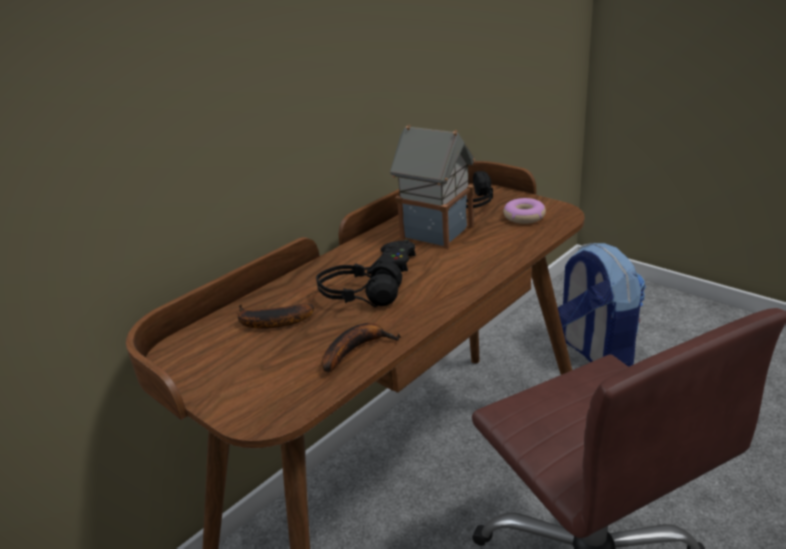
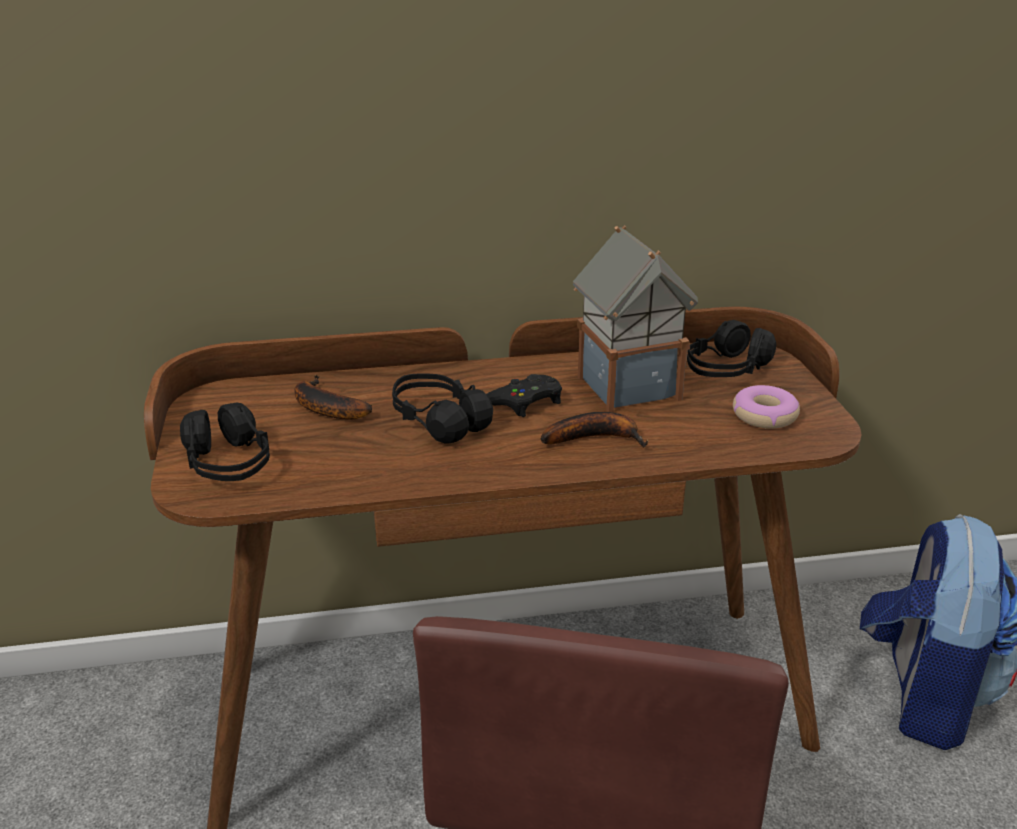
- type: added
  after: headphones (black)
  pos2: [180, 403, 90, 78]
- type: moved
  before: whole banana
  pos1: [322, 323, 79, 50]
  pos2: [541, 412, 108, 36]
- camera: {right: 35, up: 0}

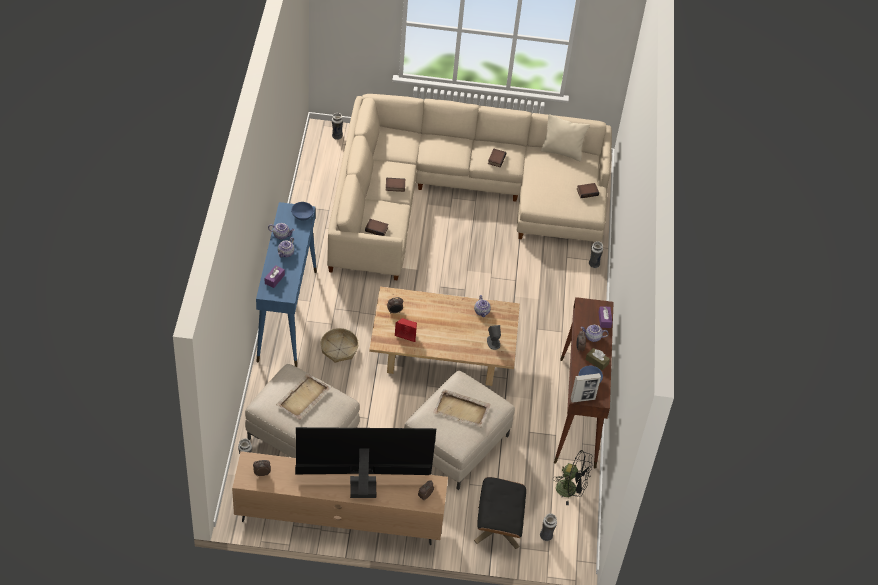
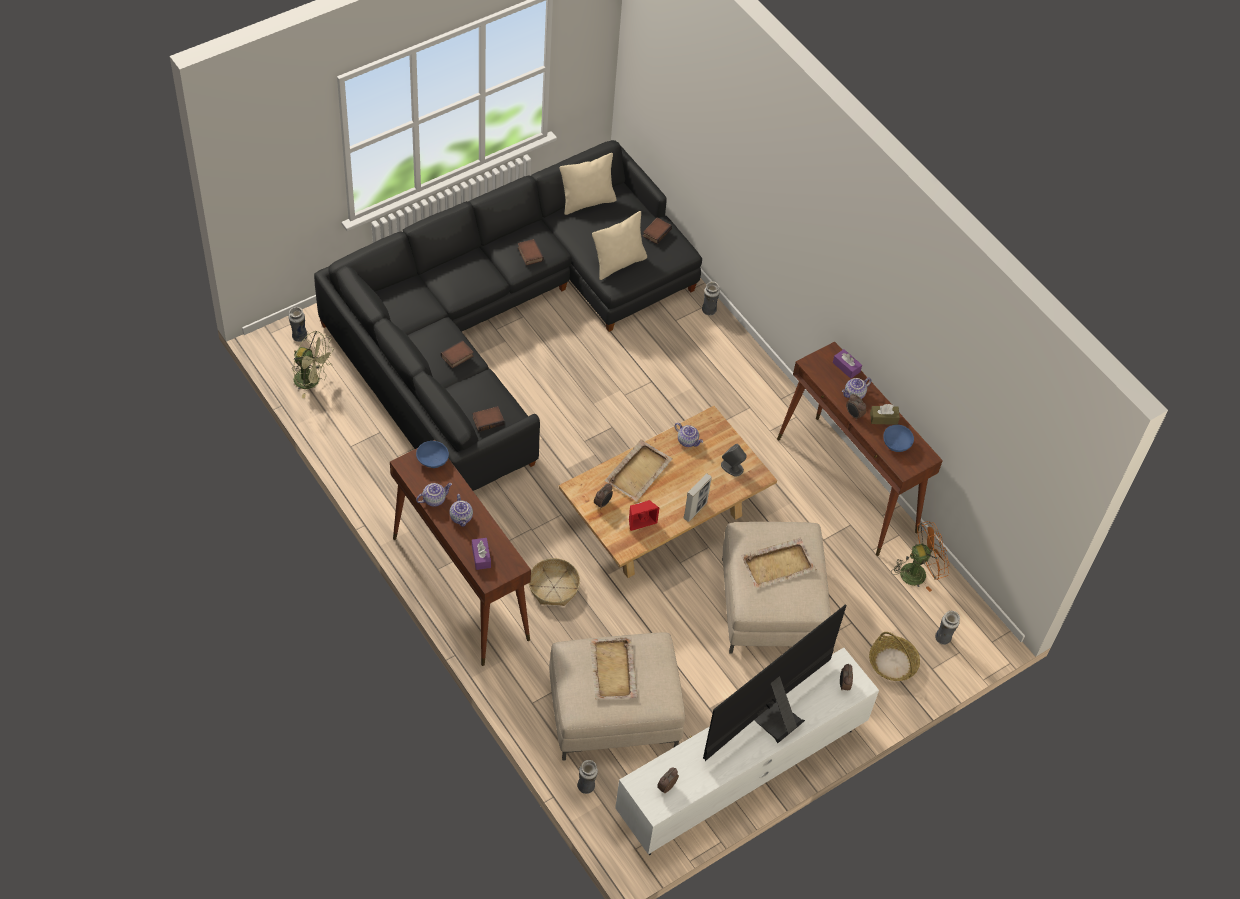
- type: added
  after: fan (green-coloured)
  pos2: [292, 331, 41, 67]
- type: added
  after: cushion (sand-coloured)
  pos2: [592, 211, 55, 69]
- type: added
  after: carrying tray (sand-coloured)
  pos2: [605, 439, 67, 63]
- type: moved
  before: standing frame
  pos1: [571, 373, 30, 30]
  pos2: [683, 473, 29, 49]
- type: replaced
  before: pouffe (black)
  after: storage basket
  pos1: [474, 477, 52, 72]
  pos2: [869, 632, 51, 49]
- type: recoloured
  before: media console (brown)
  after: media console (whitish)
  pos1: [232, 451, 216, 94]
  pos2: [615, 648, 264, 207]
- type: recoloured
  before: hall table (bluish)
  after: hall table (brown)
  pos1: [256, 202, 61, 165]
  pos2: [390, 440, 141, 226]
- type: recoloured
  before: sofa (sand-coloured)
  after: sofa (black)
  pos1: [327, 94, 285, 187]
  pos2: [314, 140, 388, 351]
- type: recoloured
  before: fan (black)
  after: fan (orange)
  pos1: [552, 450, 41, 55]
  pos2: [891, 521, 58, 71]
- camera: {right: -40, up: 5}

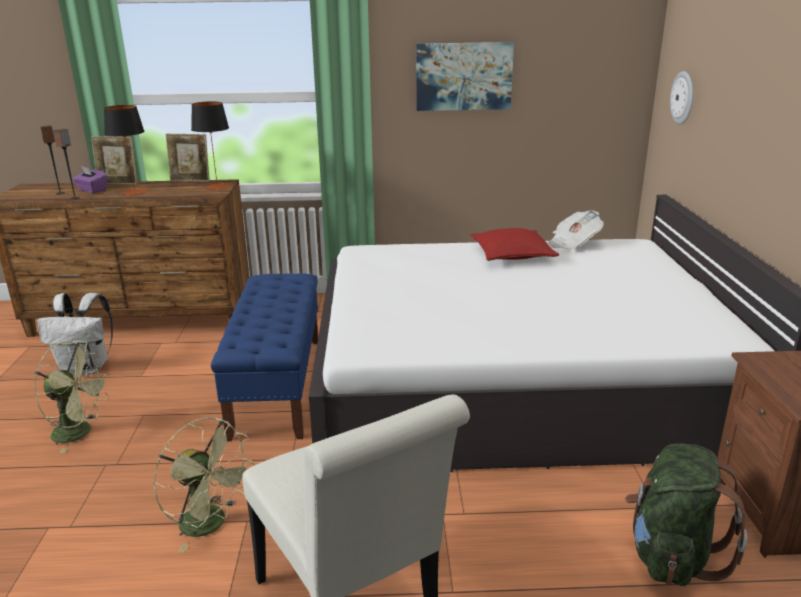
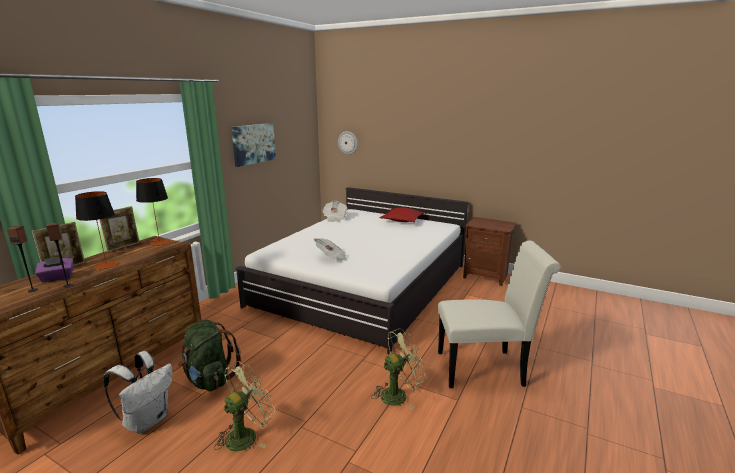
- type: removed
  before: indoor bench (bluish)
  pos1: [211, 273, 107, 168]
- type: added
  after: printed paper
  pos2: [314, 238, 33, 23]
- type: moved
  before: cushion (red)
  pos1: [470, 228, 90, 33]
  pos2: [380, 207, 45, 15]
- type: moved
  before: backpack (green-coloured)
  pos1: [625, 444, 122, 142]
  pos2: [178, 320, 63, 71]
- camera: {right: -60, up: -5}

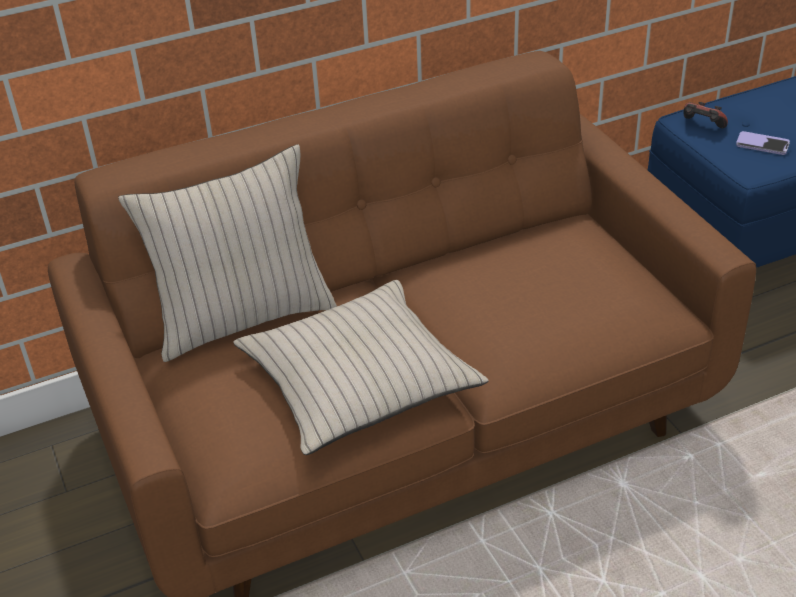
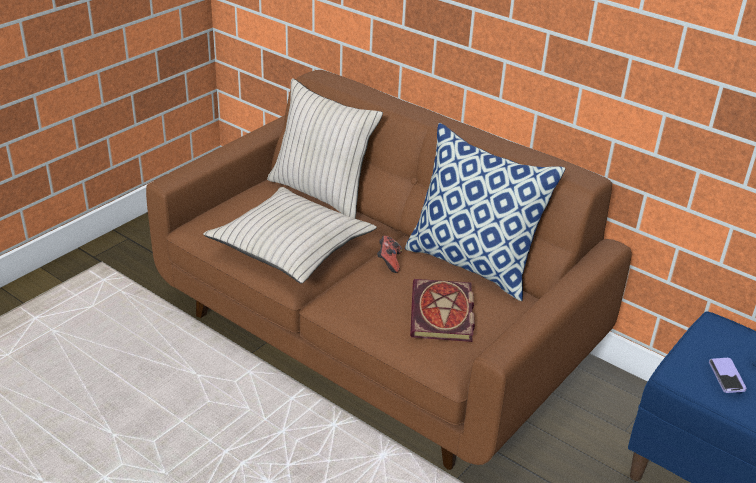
- type: added
  after: cushion
  pos2: [405, 123, 160, 178]
- type: added
  after: book
  pos2: [410, 279, 65, 63]
- type: moved
  before: gamepad
  pos1: [684, 102, 44, 26]
  pos2: [377, 236, 25, 37]
- camera: {right: 60, up: -5}

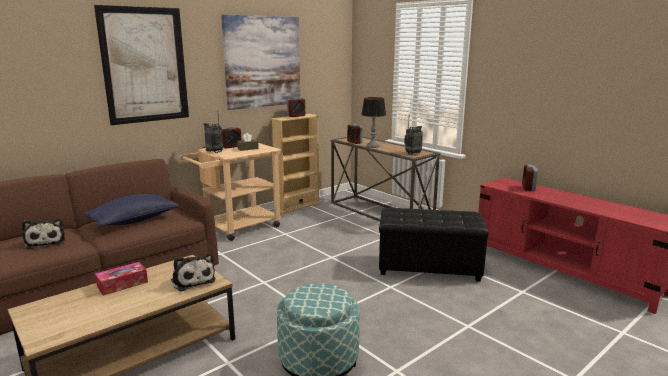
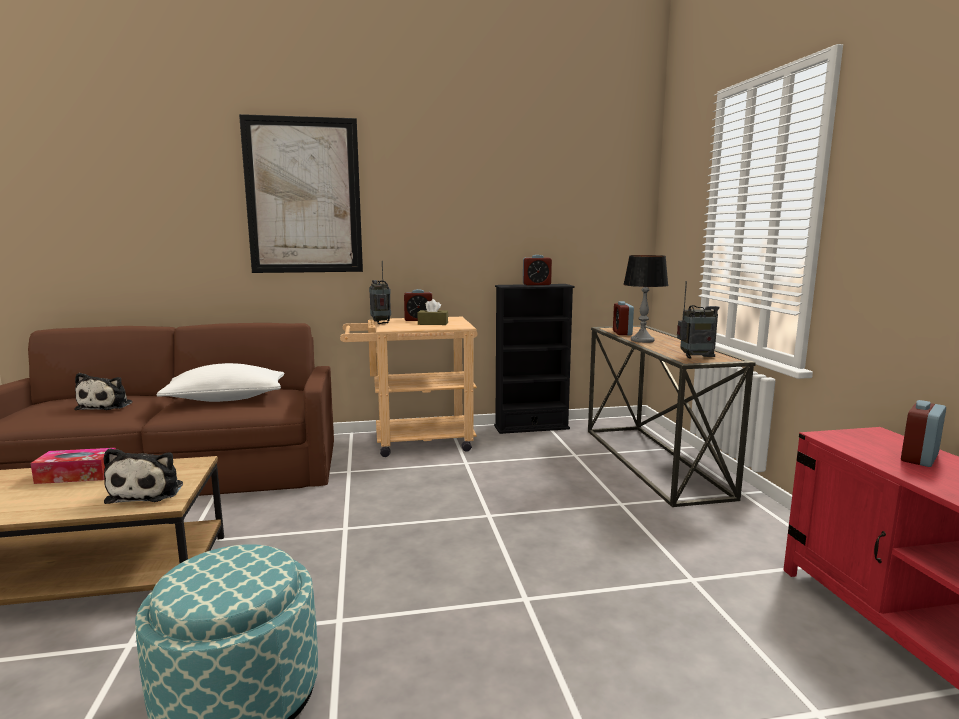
- type: removed
  before: picture
  pos1: [221, 14, 79, 96]
- type: removed
  before: pouffe (black)
  pos1: [379, 208, 110, 74]
- type: recoloured
  before: cushion (bluish)
  after: cushion (whitish)
  pos1: [84, 194, 96, 33]
  pos2: [157, 363, 127, 39]
- type: recoloured
  before: shelving unit (sand-coloured)
  after: shelving unit (black)
  pos1: [271, 114, 49, 99]
  pos2: [494, 284, 81, 150]
- camera: {right: 30, up: -5}

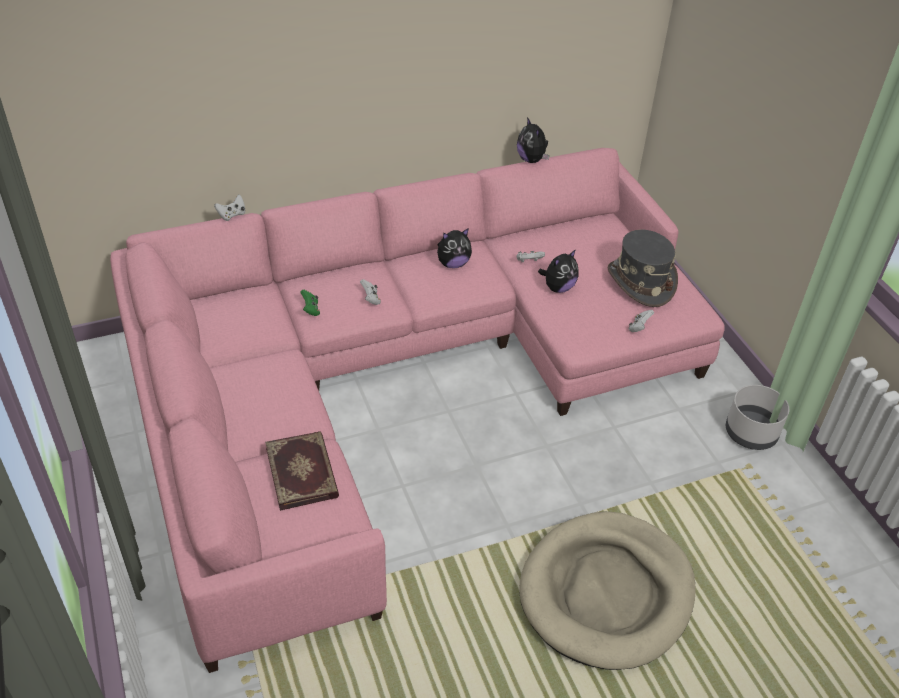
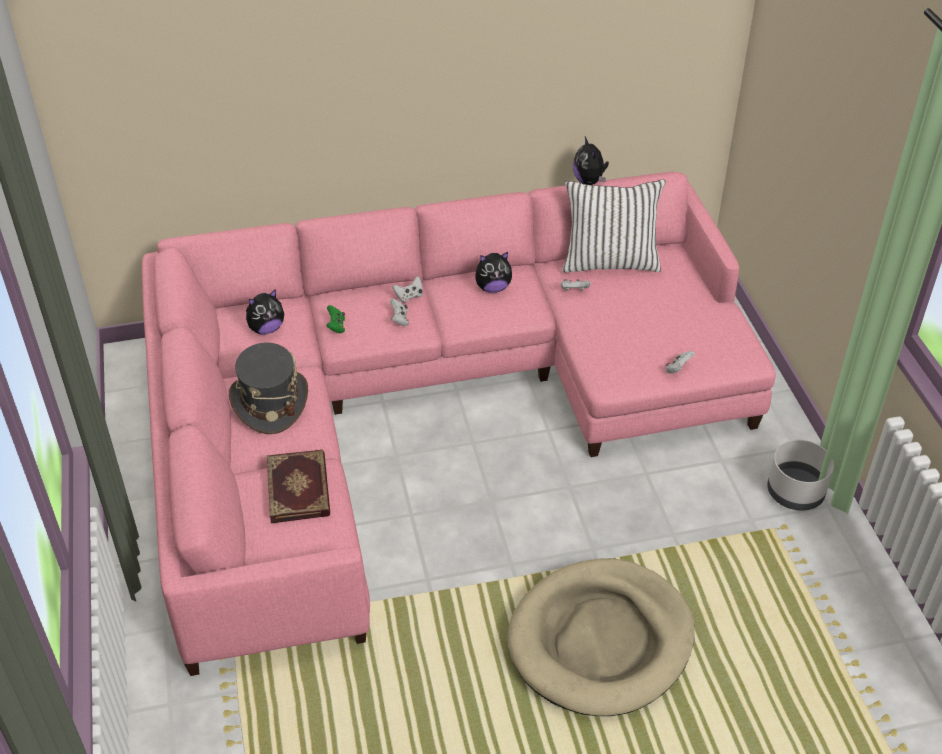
- type: added
  after: cushion (whitish)
  pos2: [562, 180, 104, 92]
- type: moved
  before: gamepad (whitish)
  pos1: [214, 194, 32, 27]
  pos2: [393, 276, 30, 27]
- type: moved
  before: cuddly toy
  pos1: [538, 249, 41, 44]
  pos2: [246, 289, 38, 45]
- type: moved
  before: hat (greyish)
  pos1: [607, 229, 71, 78]
  pos2: [229, 342, 79, 92]
- camera: {right: 10, up: 0}

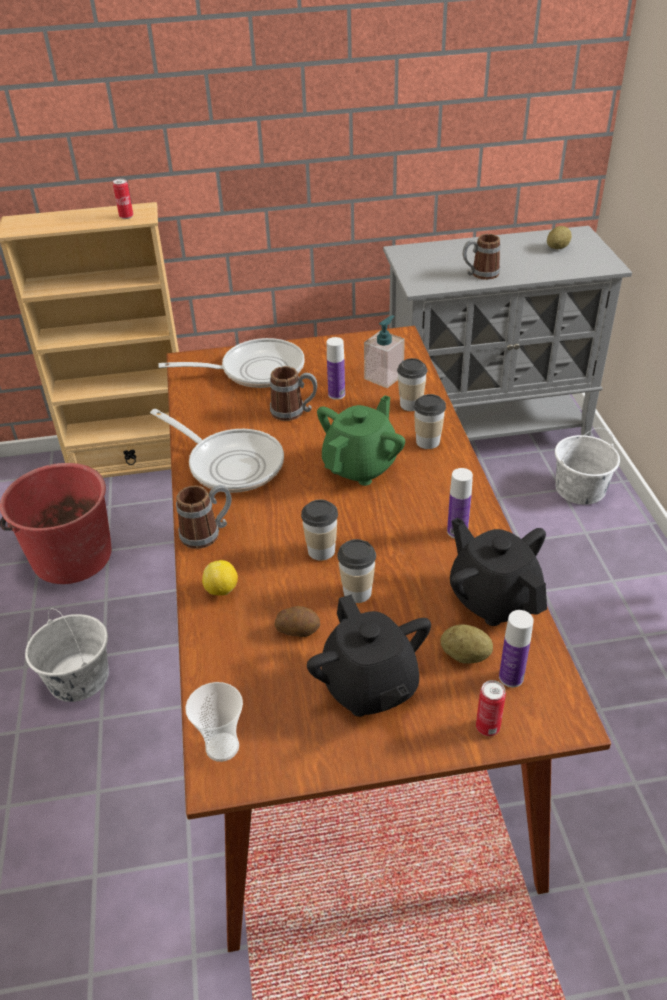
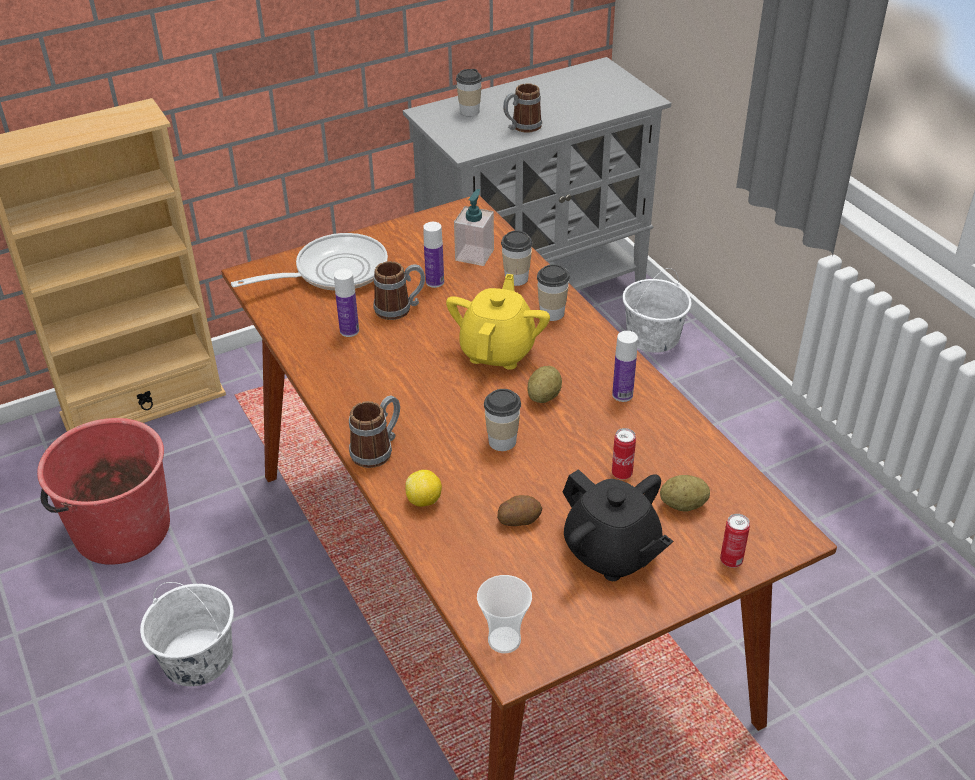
- type: removed
  before: frying pan
  pos1: [150, 409, 134, 84]
- type: removed
  before: pot for tea (black)
  pos1: [450, 517, 97, 109]
- type: moved
  before: can
  pos1: [113, 179, 20, 40]
  pos2: [612, 428, 24, 52]
- type: moved
  before: small cup
  pos1: [337, 539, 39, 64]
  pos2: [456, 69, 26, 47]
- type: moved
  before: bottle
  pos1: [499, 610, 35, 78]
  pos2: [334, 269, 25, 68]
- type: moved
  before: whole potato
  pos1: [547, 226, 25, 23]
  pos2: [527, 366, 35, 37]
- type: recoloured
  before: pot for tea (green-coloured)
  after: pot for tea (yellowish)
  pos1: [317, 395, 88, 91]
  pos2: [446, 274, 104, 96]
- camera: {right: -20, up: 0}

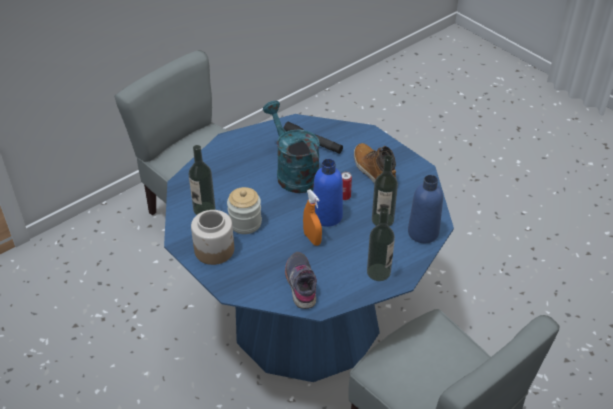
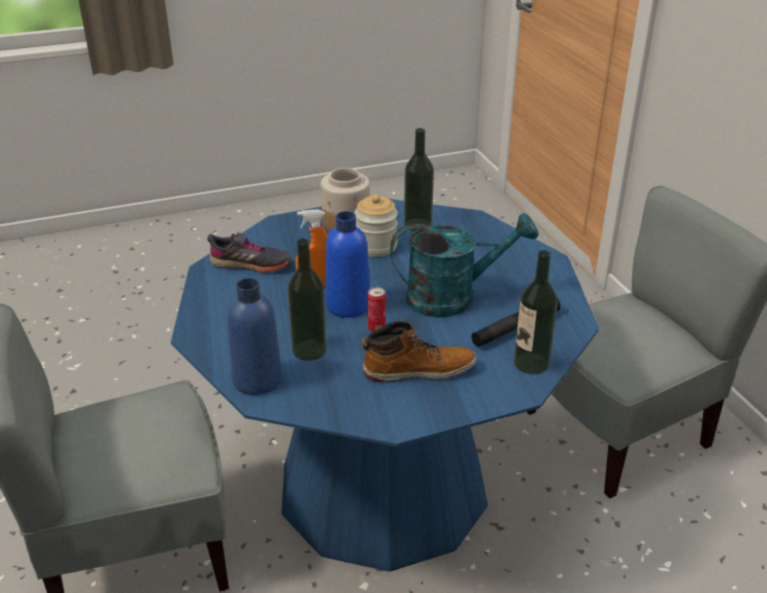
- type: moved
  before: bottle
  pos1: [367, 207, 28, 74]
  pos2: [514, 250, 44, 124]
- camera: {right: 110, up: -10}

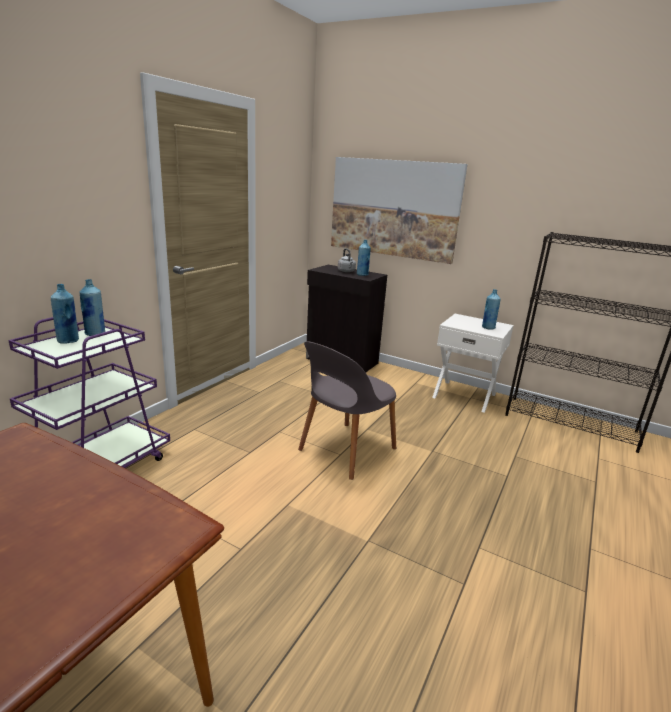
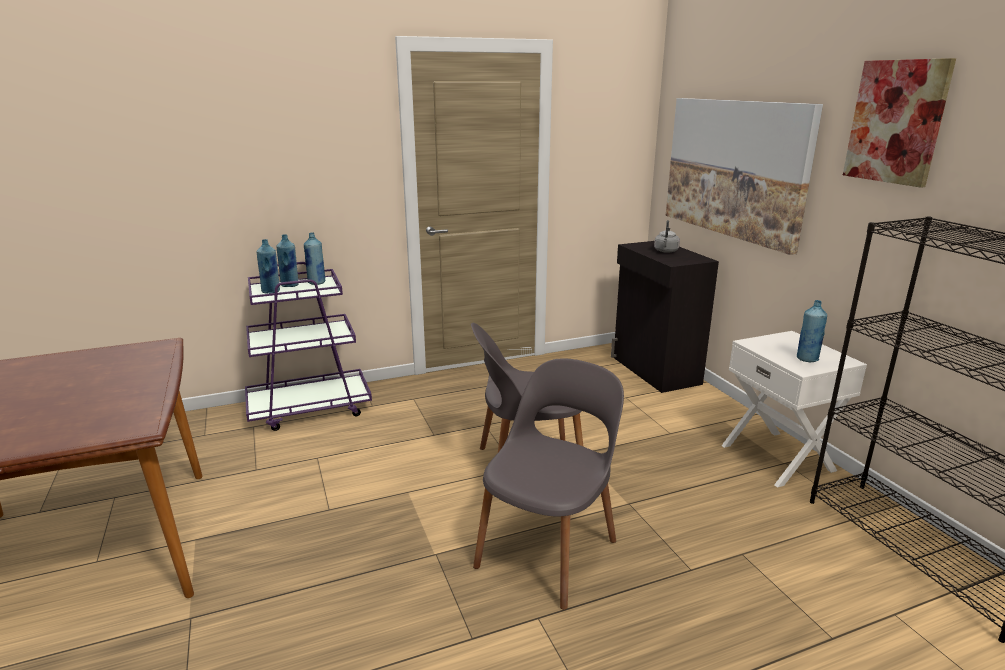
- type: added
  after: chair (greyish)
  pos2: [473, 358, 151, 252]
- type: added
  after: picture
  pos2: [843, 58, 113, 130]
- type: moved
  before: bottle (bluish)
  pos1: [357, 240, 14, 36]
  pos2: [257, 239, 23, 55]
- camera: {right: 40, up: 0}

